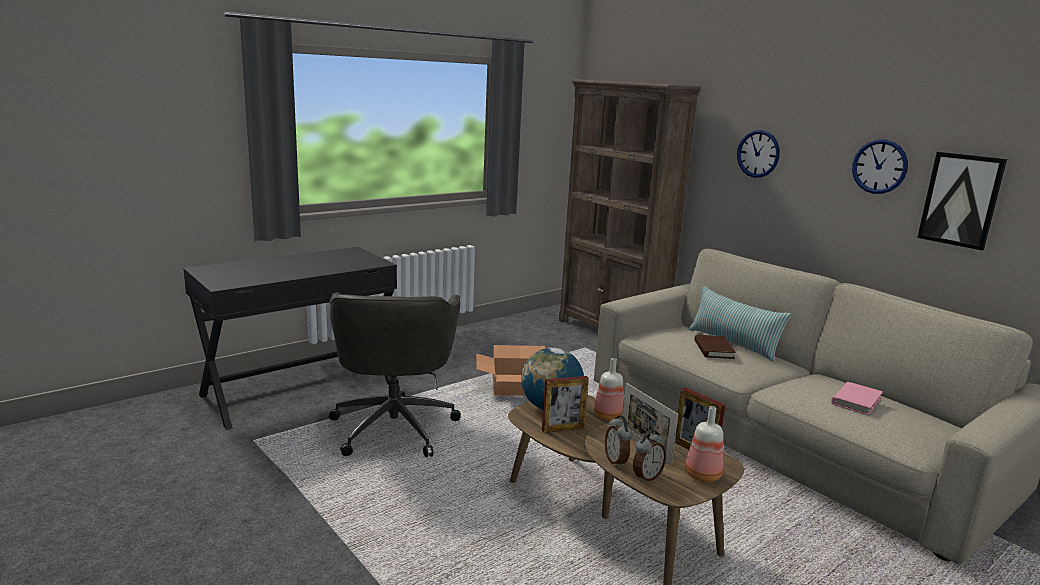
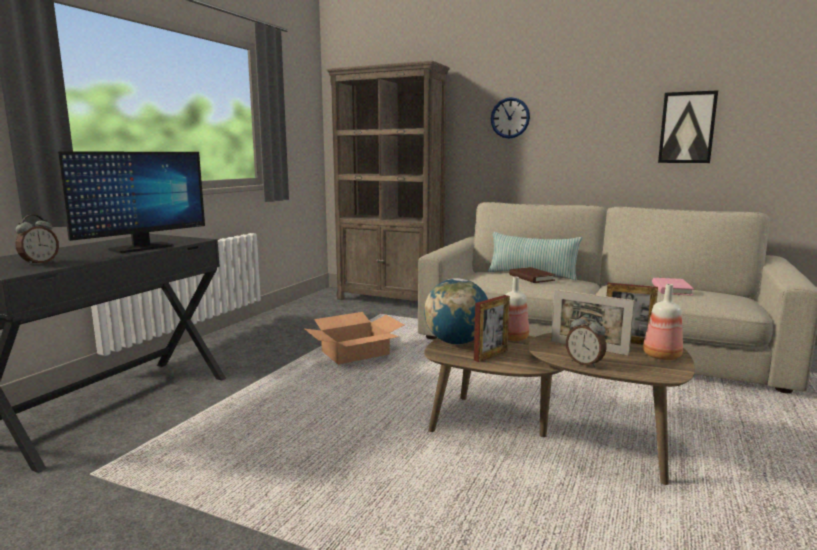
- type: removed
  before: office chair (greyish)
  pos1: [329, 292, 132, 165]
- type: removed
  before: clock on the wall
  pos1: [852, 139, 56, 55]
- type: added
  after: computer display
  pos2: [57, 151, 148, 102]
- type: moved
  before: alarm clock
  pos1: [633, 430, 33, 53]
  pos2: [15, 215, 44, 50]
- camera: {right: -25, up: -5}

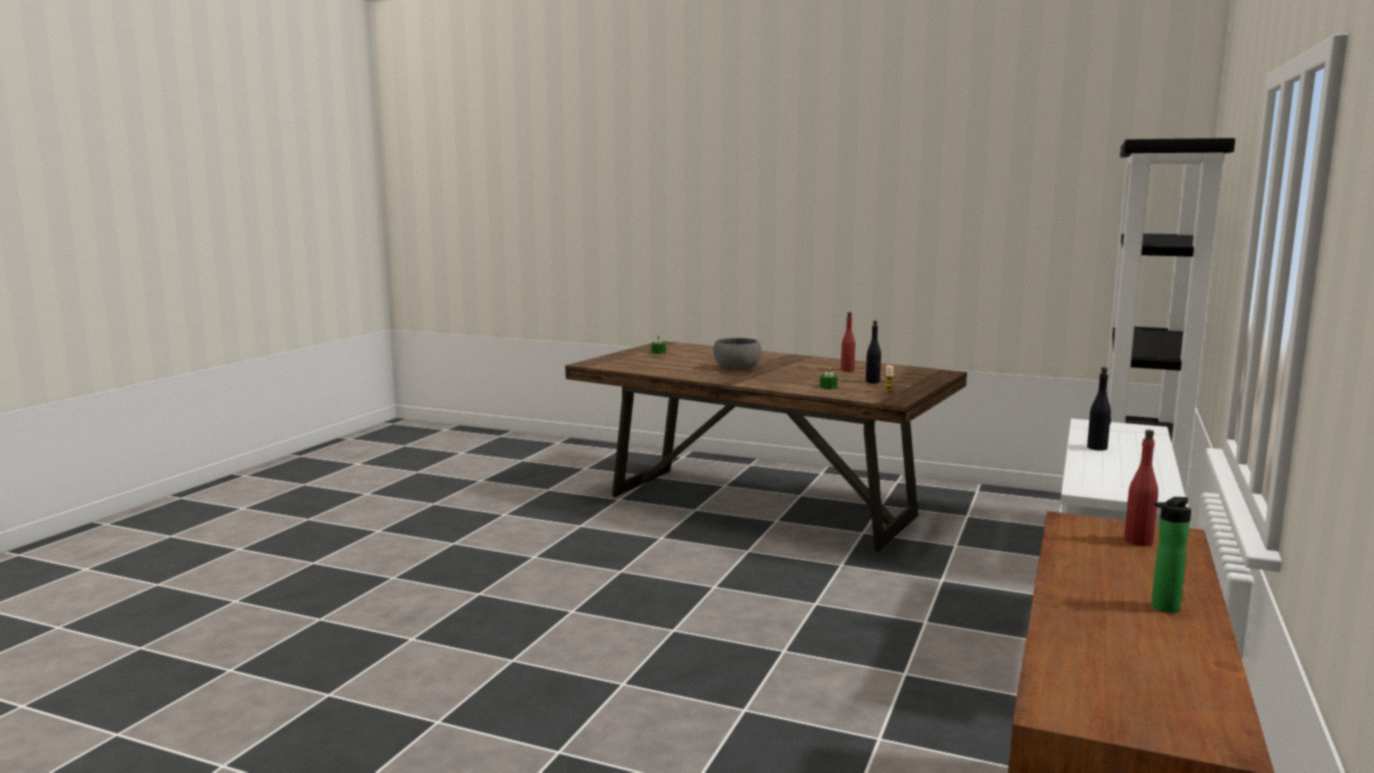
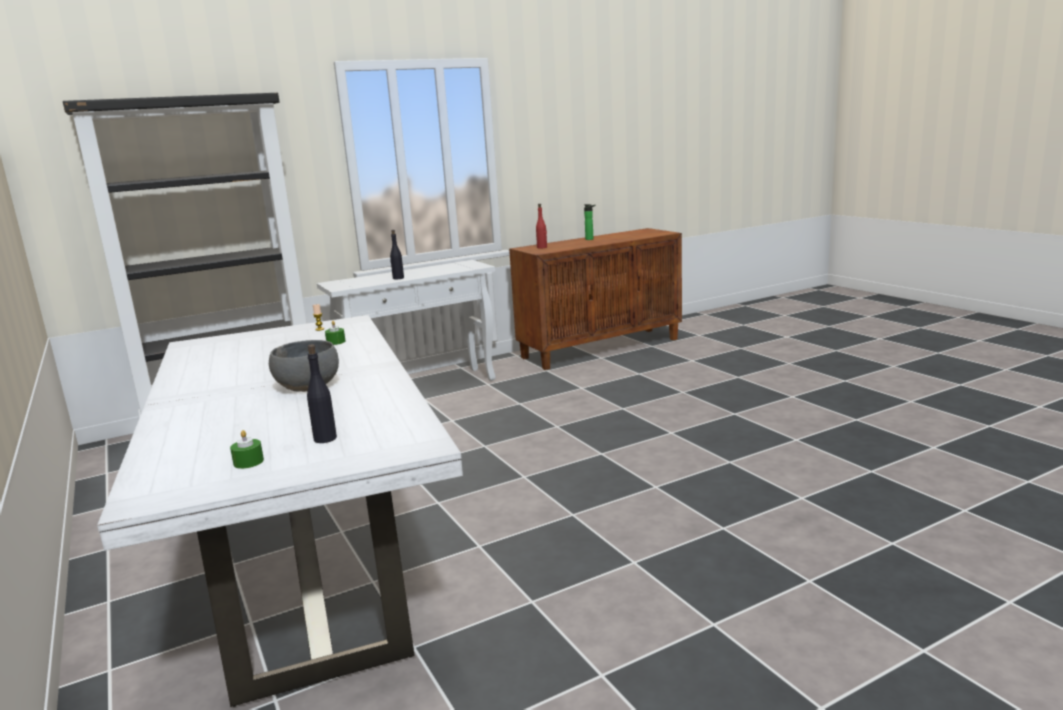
- type: removed
  before: bottle (red)
  pos1: [841, 312, 14, 59]
- type: moved
  before: bottle (black)
  pos1: [866, 321, 15, 62]
  pos2: [307, 344, 30, 99]
- type: recoloured
  before: dining table (brown)
  after: dining table (whitish)
  pos1: [565, 341, 402, 210]
  pos2: [97, 315, 366, 392]
- camera: {right: -140, up: 5}

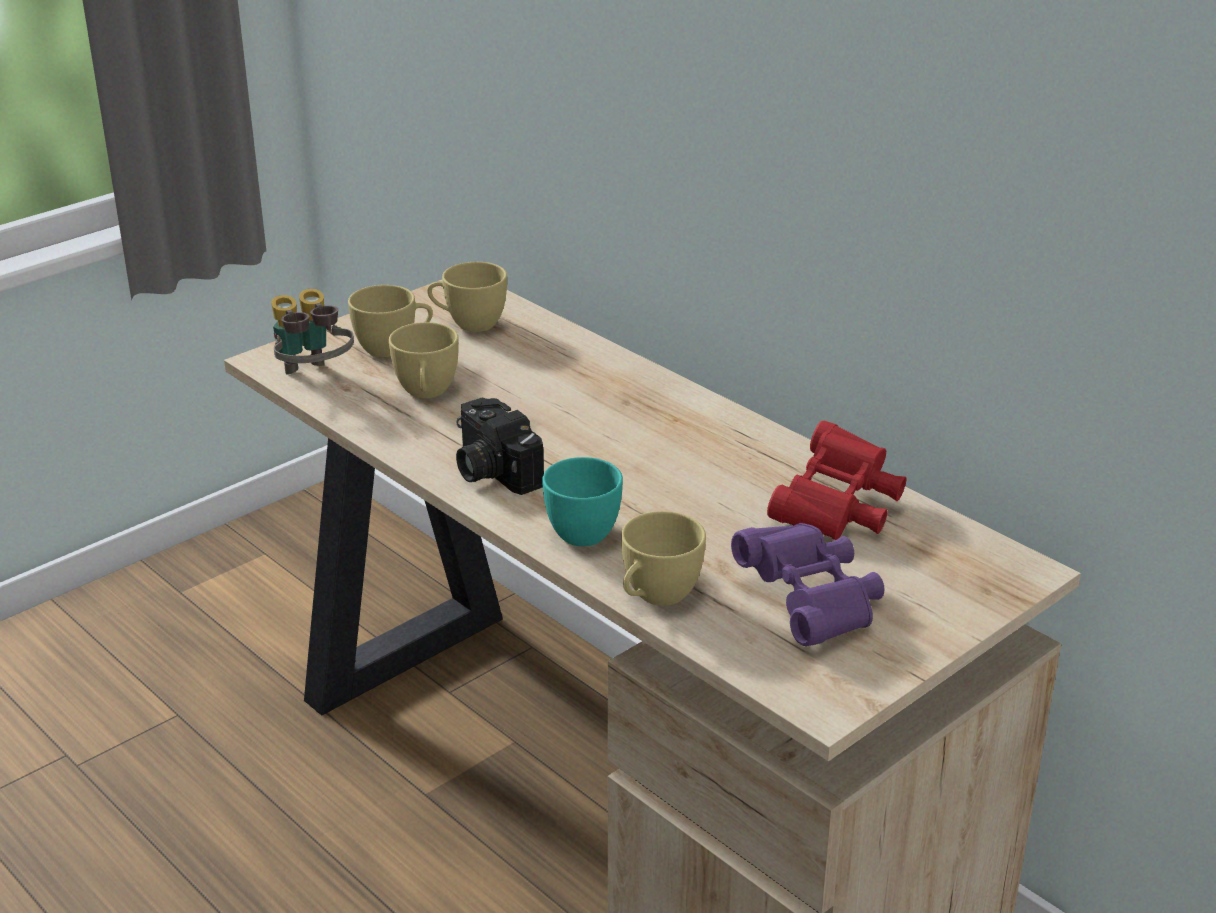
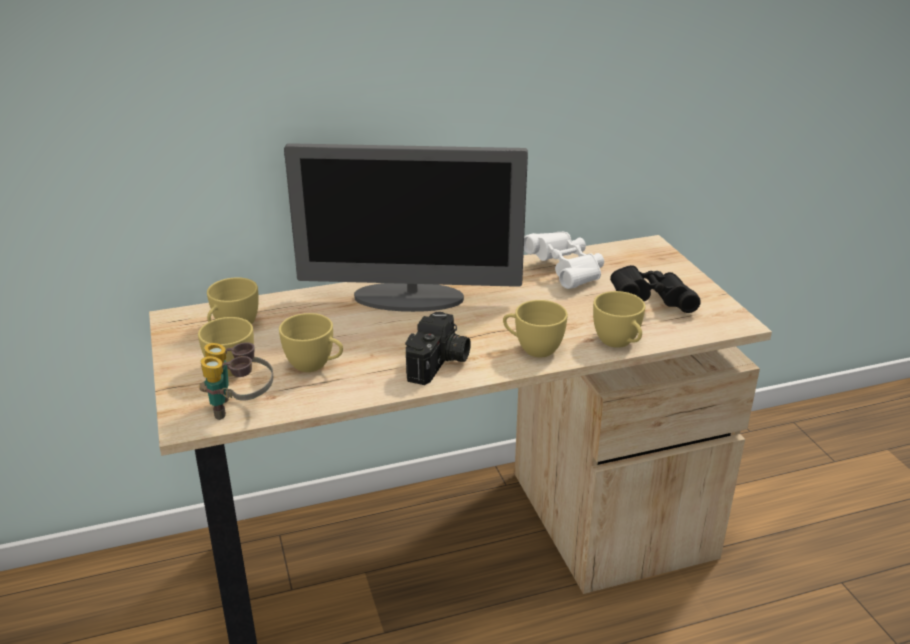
- type: added
  after: computer display
  pos2: [284, 143, 244, 169]
- type: recoloured
  before: small cup (blue-green)
  after: small cup (yellowish)
  pos1: [542, 457, 81, 89]
  pos2: [503, 300, 65, 57]
- type: recoloured
  before: pair of binoculars (purple)
  after: pair of binoculars (black)
  pos1: [731, 523, 153, 124]
  pos2: [610, 265, 91, 48]
- type: recoloured
  before: pair of binoculars (red)
  after: pair of binoculars (whitish)
  pos1: [767, 421, 140, 119]
  pos2: [524, 232, 80, 57]
- type: turned
  before: still camera
  pos1: [456, 398, 88, 97]
  pos2: [405, 312, 66, 73]
  turn: -60
- camera: {right: -65, up: 0}

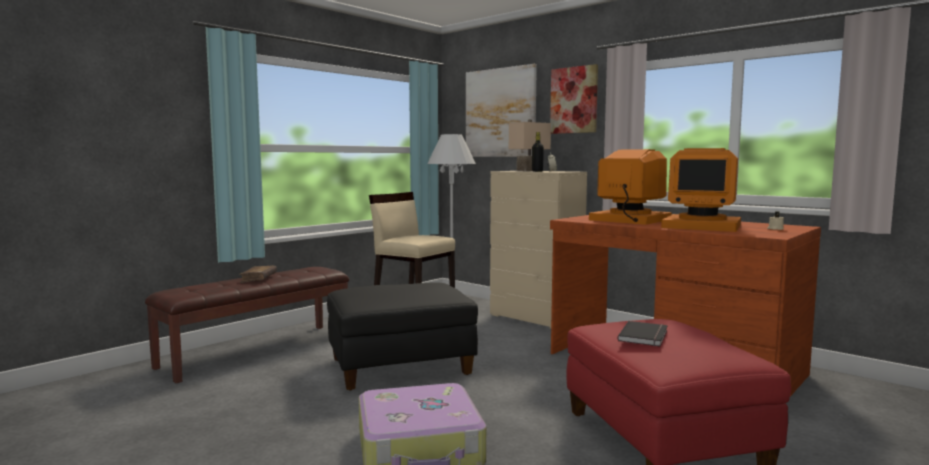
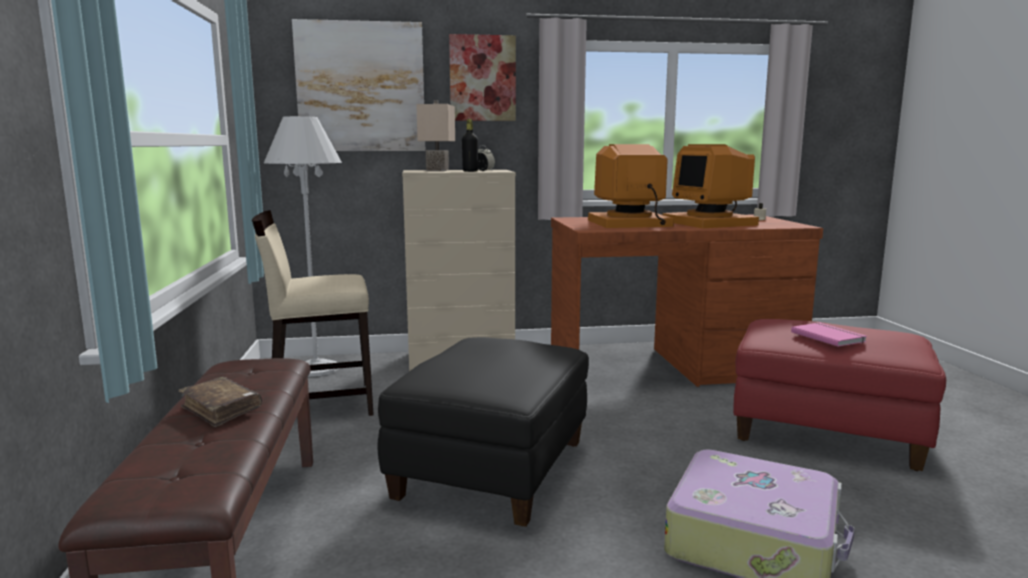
- type: recoloured
  before: book (black)
  after: book (pinkish)
  pos1: [618, 321, 50, 26]
  pos2: [791, 322, 76, 25]
- type: turned
  before: computer display
  pos1: [661, 148, 80, 84]
  pos2: [663, 144, 96, 84]
  turn: 90
- camera: {right: -50, up: 5}

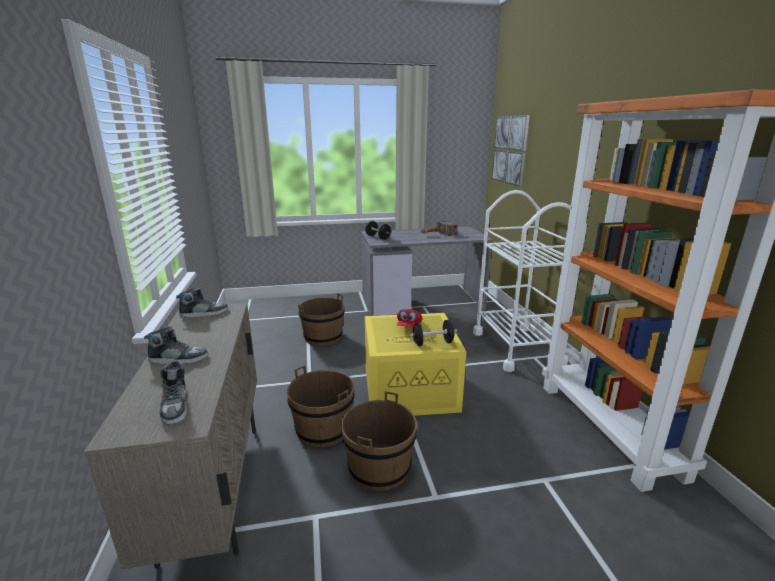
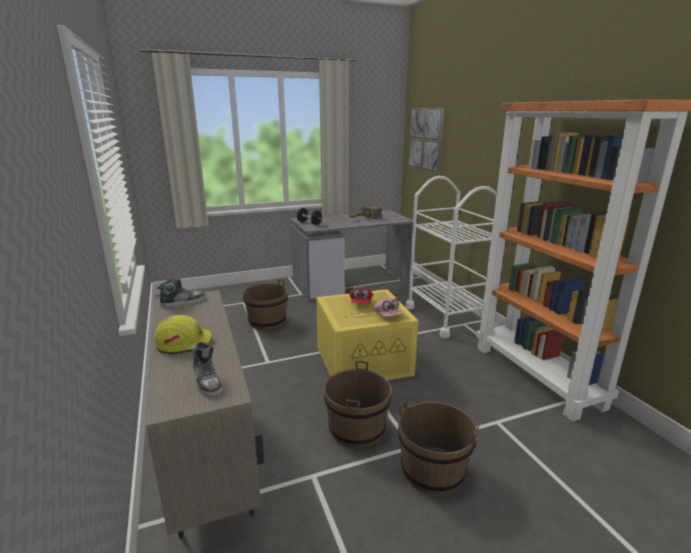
- type: moved
  before: pail (brown)
  pos1: [287, 365, 68, 82]
  pos2: [398, 400, 81, 95]
- type: replaced
  before: shoe
  after: hard hat (yellowish)
  pos1: [144, 327, 64, 37]
  pos2: [154, 315, 58, 39]
- type: replaced
  before: hand weight (black)
  after: peaked cap (pinkish)
  pos1: [409, 320, 48, 26]
  pos2: [373, 298, 29, 19]
- camera: {right: -10, up: 0}

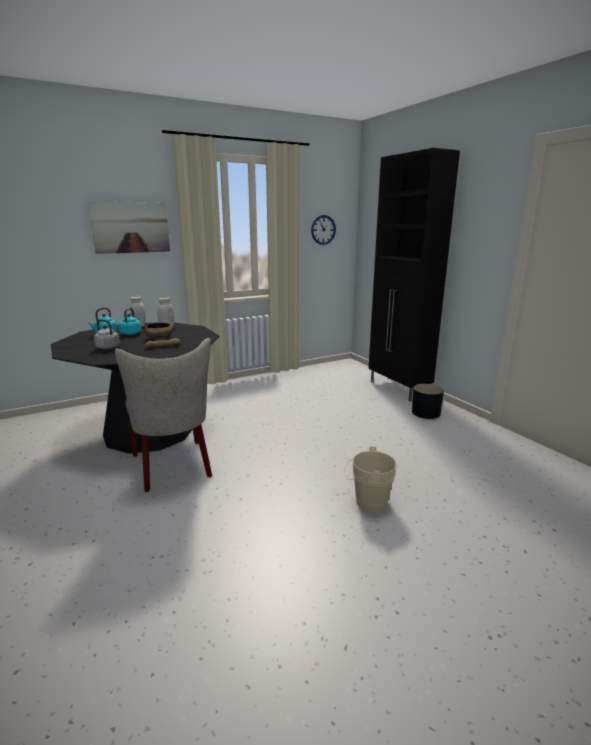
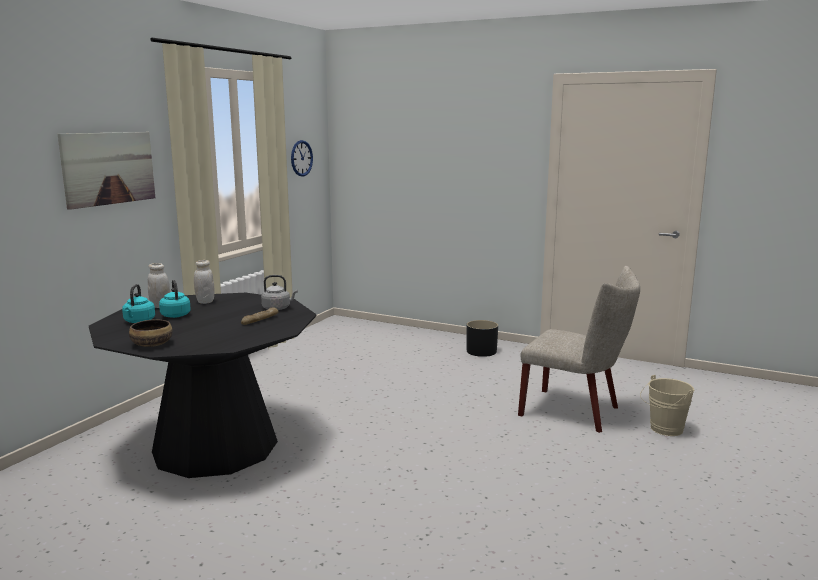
- type: removed
  before: cabinet (black)
  pos1: [369, 148, 91, 253]
- type: moved
  before: water kettle (greyish)
  pos1: [94, 319, 26, 30]
  pos2: [261, 275, 37, 35]
- type: moved
  before: chair (sand-coloured)
  pos1: [115, 338, 97, 154]
  pos2: [518, 266, 122, 167]
- type: moved
  before: deep dish
  pos1: [145, 323, 27, 16]
  pos2: [129, 320, 44, 27]
- type: moved
  before: pail (sand-coloured)
  pos1: [344, 446, 53, 66]
  pos2: [640, 375, 54, 61]
- camera: {right: -35, up: -5}

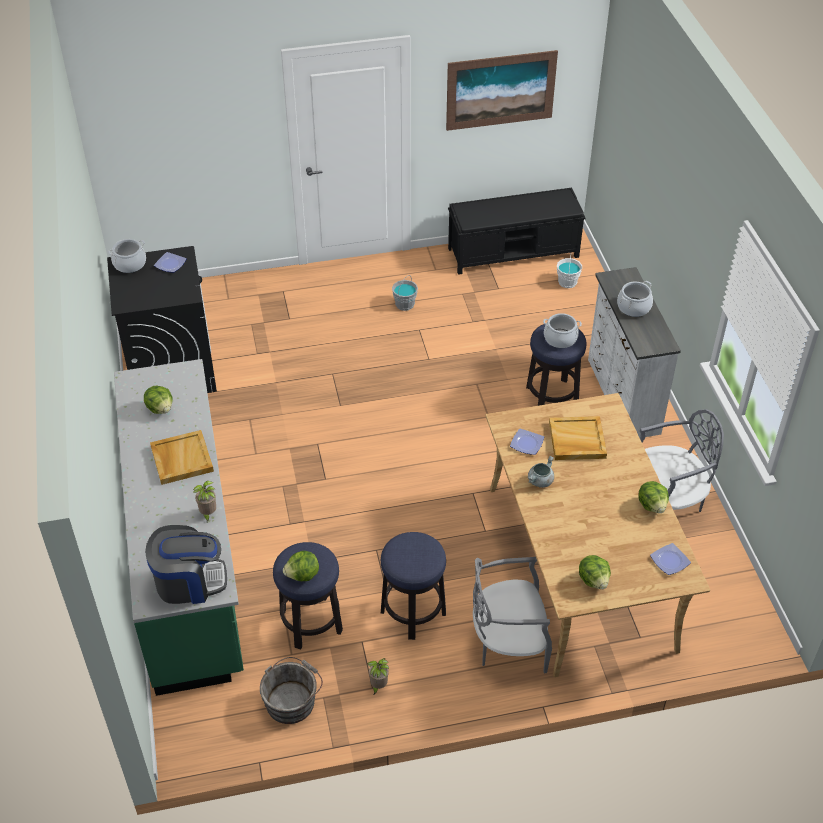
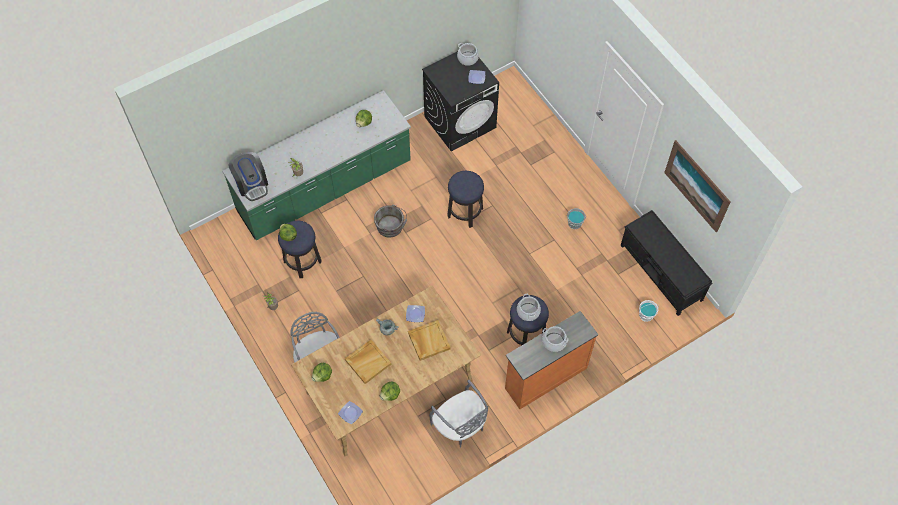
- type: moved
  before: carrying tray (sand-coloured)
  pos1: [150, 430, 64, 55]
  pos2: [345, 340, 46, 44]
- type: moved
  before: pail (greyish)
  pos1: [260, 657, 63, 67]
  pos2: [374, 204, 33, 33]
- type: moved
  before: sitting stool
  pos1: [381, 532, 65, 108]
  pos2: [447, 171, 37, 57]
- type: recoloured
  before: chest of drawers (whitish)
  after: chest of drawers (orange)
  pos1: [588, 267, 93, 171]
  pos2: [505, 311, 93, 98]
- camera: {right: 70, up: 15}

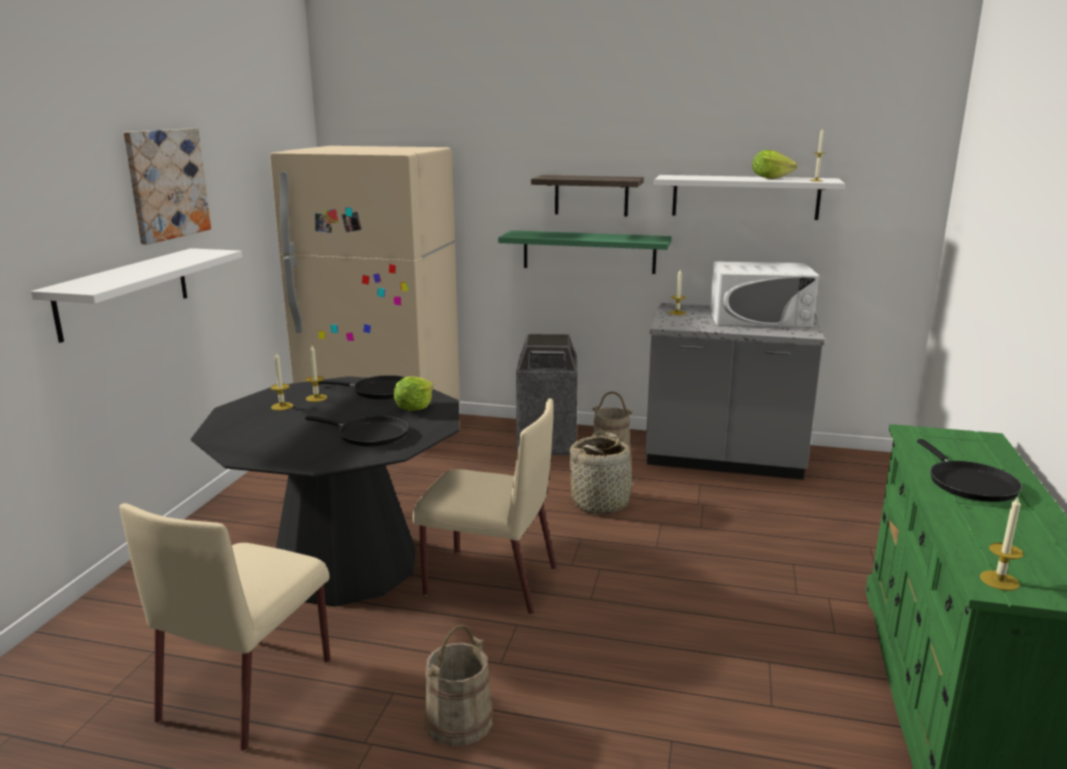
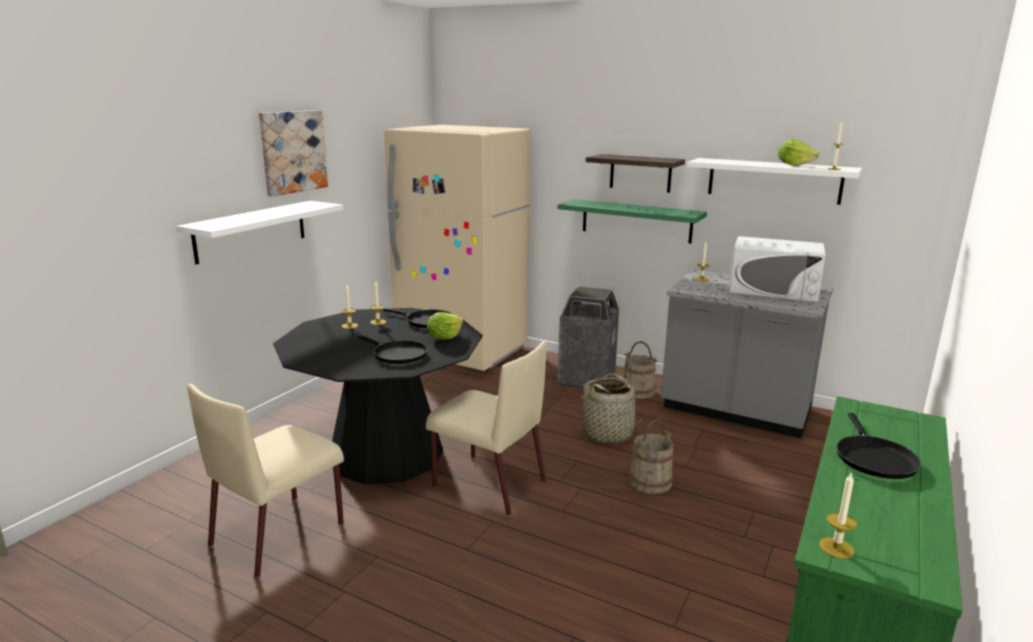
- type: moved
  before: pail (sand-coloured)
  pos1: [424, 624, 69, 123]
  pos2: [629, 419, 44, 75]
- camera: {right: 15, up: 0}

